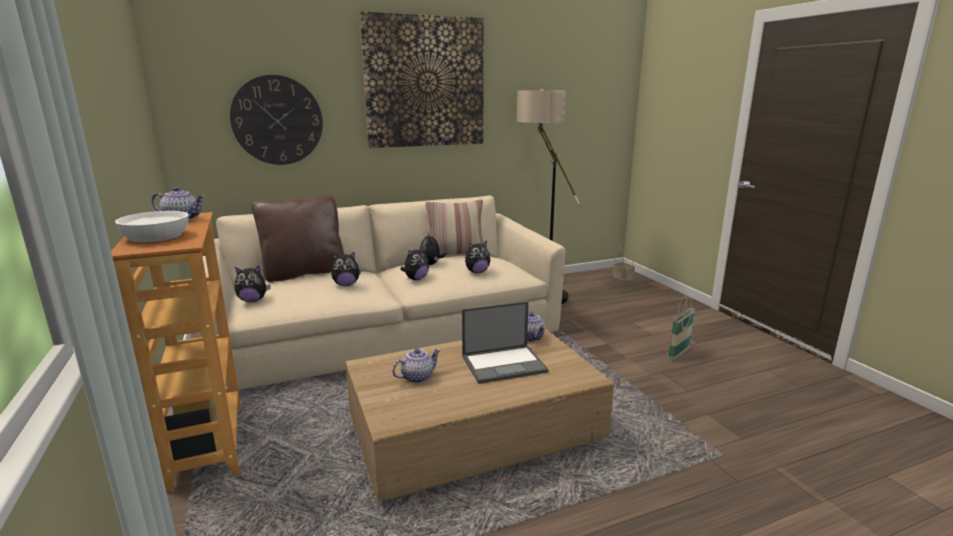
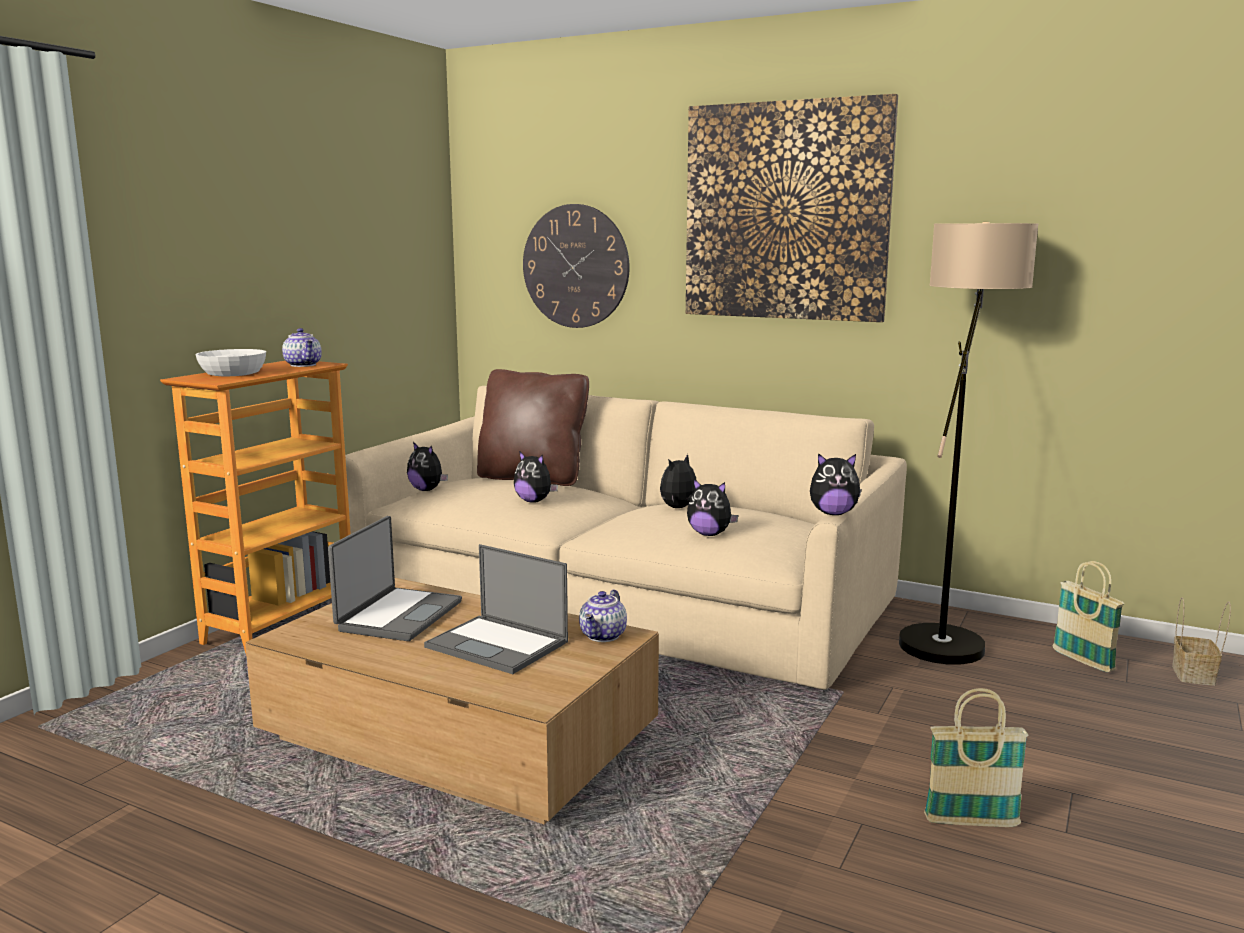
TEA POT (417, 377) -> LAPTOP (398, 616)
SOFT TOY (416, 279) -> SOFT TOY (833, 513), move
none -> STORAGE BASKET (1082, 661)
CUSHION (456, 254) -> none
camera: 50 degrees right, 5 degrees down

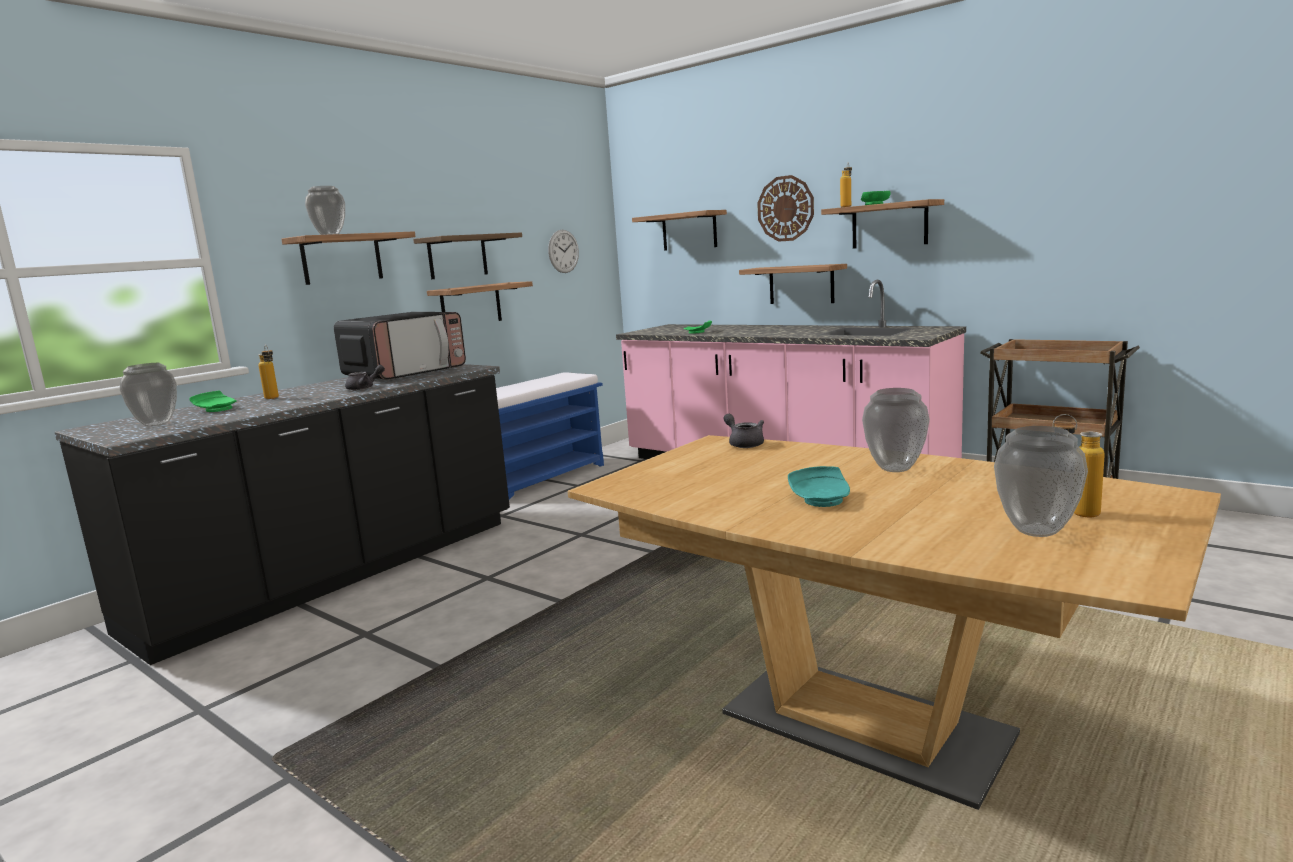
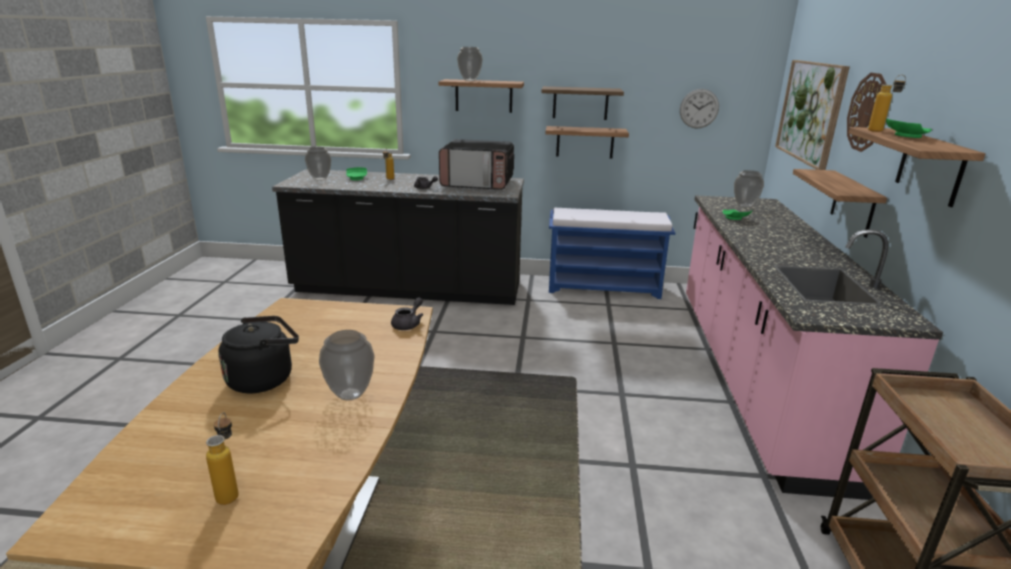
TURQUOISE-COLOURED PLATE (822, 499) -> BLACKISH WATER KETTLE (264, 378)
VASE (1037, 530) -> VASE (745, 206), move
BRACKET SHELF (689, 231) -> WALL ART (810, 112)
camera: 55 degrees right, 10 degrees up

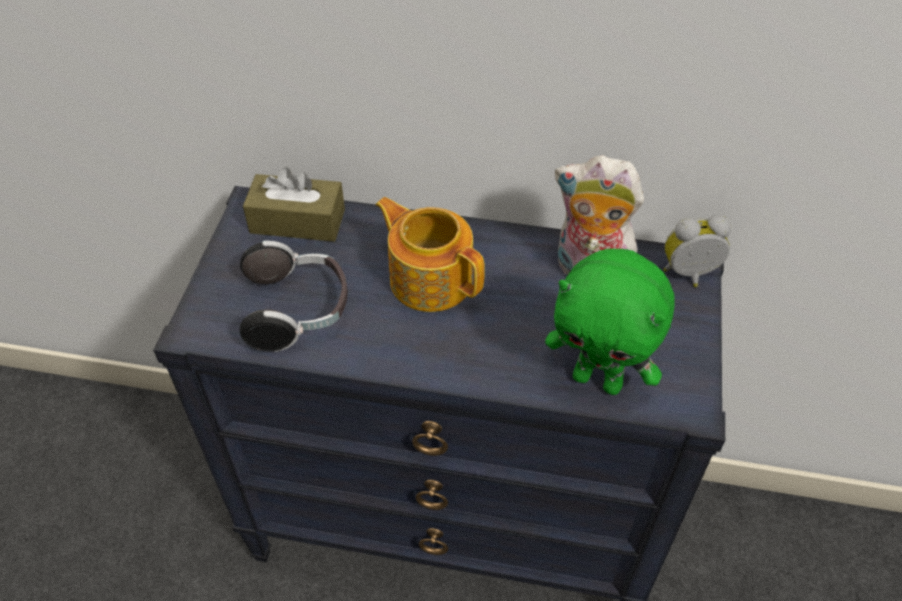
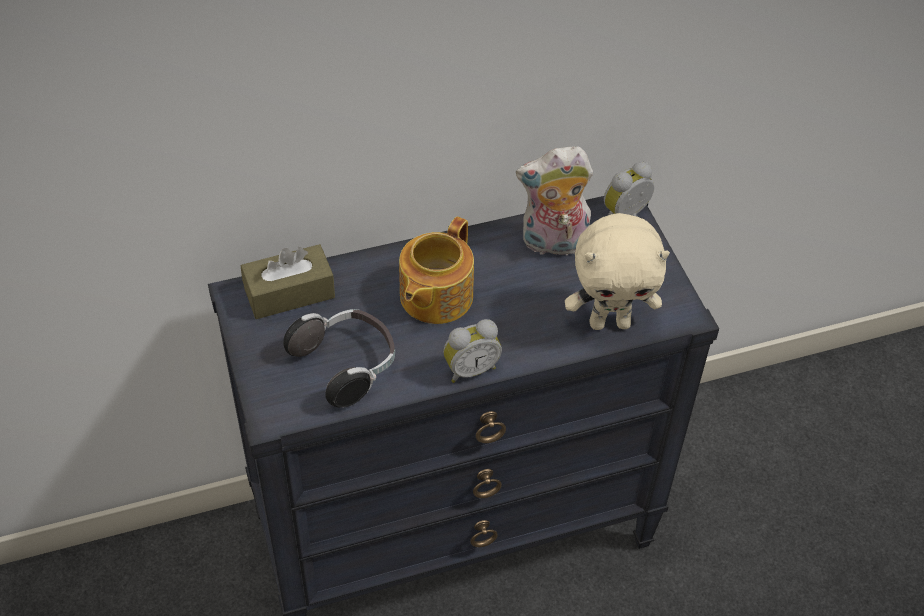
TEA POT (430, 278) -> TEA POT (434, 297), 75 degrees counterclockwise
none -> TABLE CLOCK (470, 369)
GREEN-COLOURED SOFT TOY (598, 380) -> SAND-COLOURED SOFT TOY (610, 322)
camera: 30 degrees left, 0 degrees up

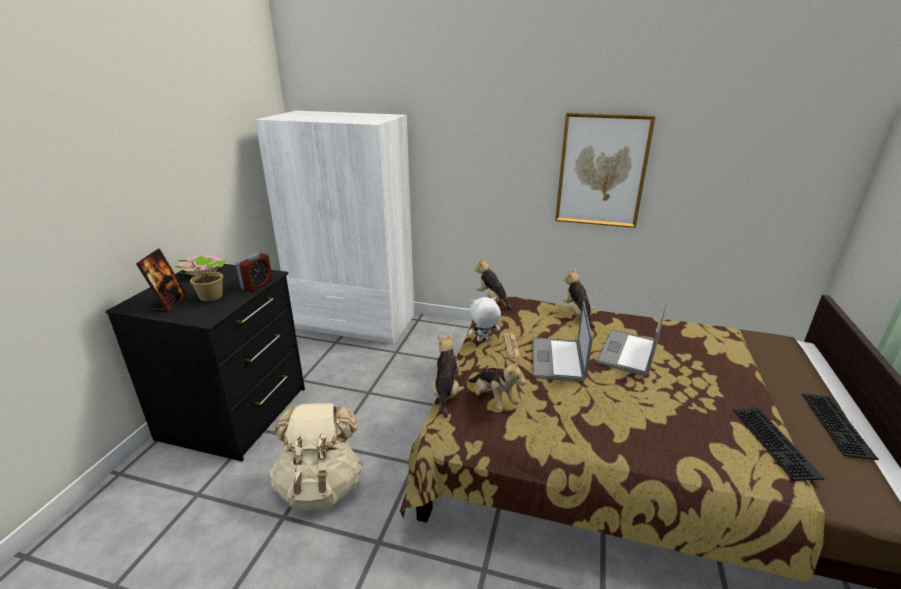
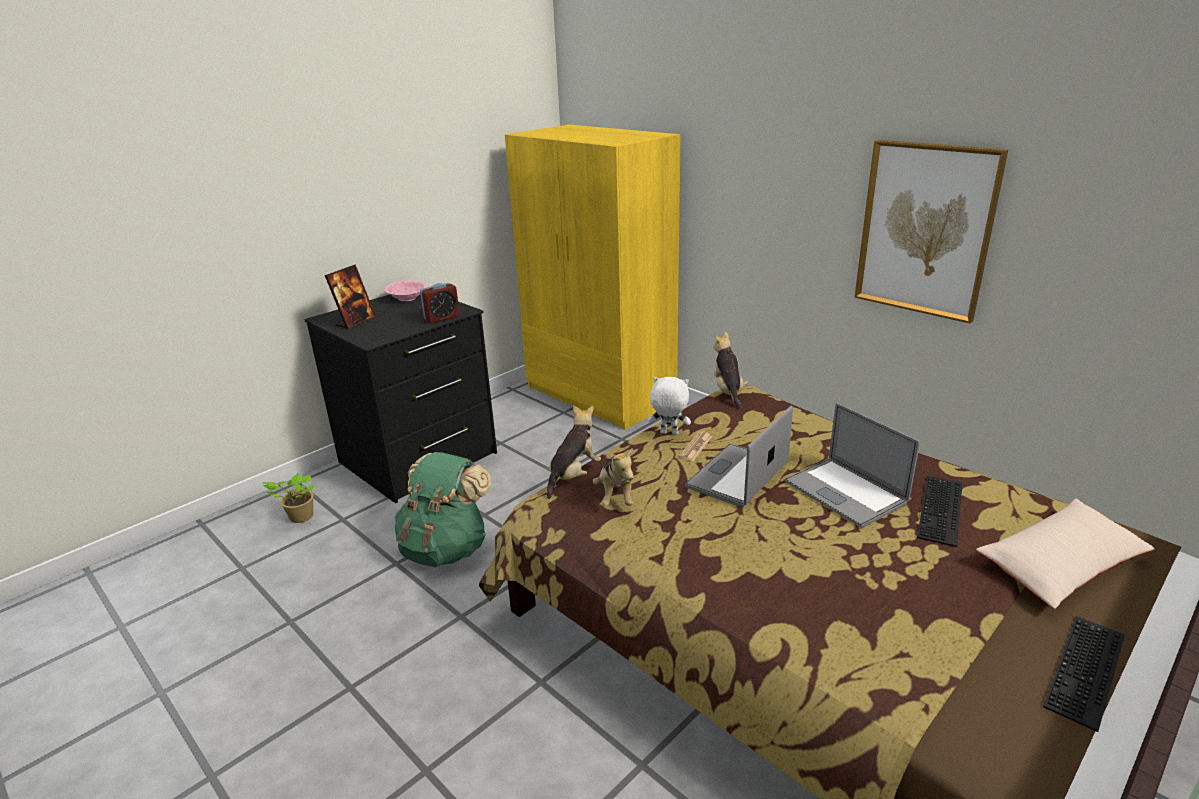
HOUSEPLANT (210, 298) -> HOUSEPLANT (299, 517), move
SAND-COLOURED KNAPSACK (320, 486) -> GREEN-COLOURED KNAPSACK (446, 548)
WHITE CLOTHES CUPBOARD (354, 322) -> YELLOW-COLOURED CLOTHES CUPBOARD (599, 395)
LAPTOP (628, 352) -> LAPTOP (845, 492), 90 degrees counterclockwise
KEYBOARD (776, 442) -> KEYBOARD (943, 510), move
none -> SAND-COLOURED CUSHION (1060, 565)
SOFT TOY (577, 314) -> none
camera: 30 degrees right, 0 degrees up

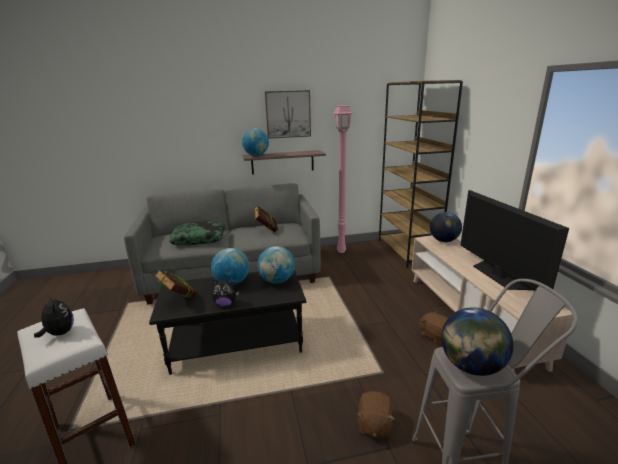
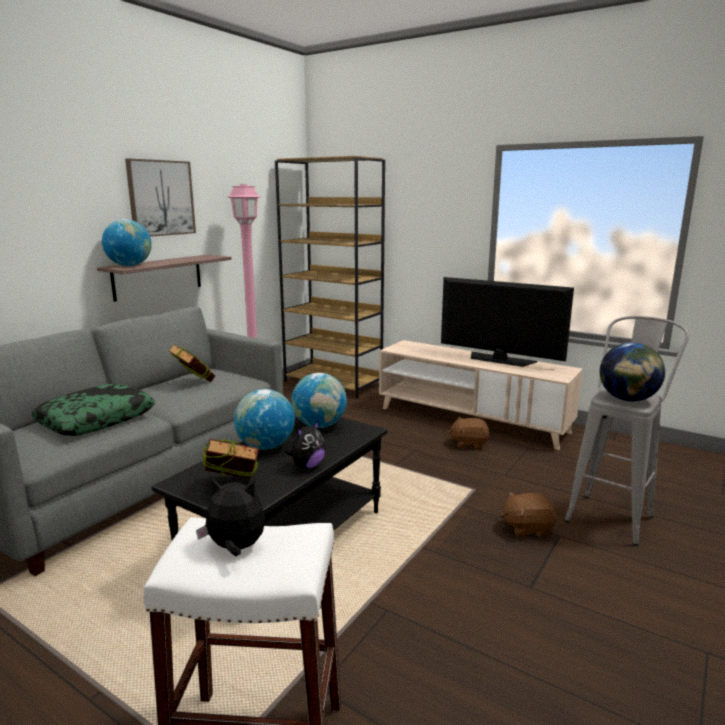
BROWNISH SOFT TOY (374, 425) -> BROWNISH SOFT TOY (527, 528), 120 degrees clockwise
DESK GLOBE (444, 240) -> none
camera: 45 degrees left, 5 degrees down

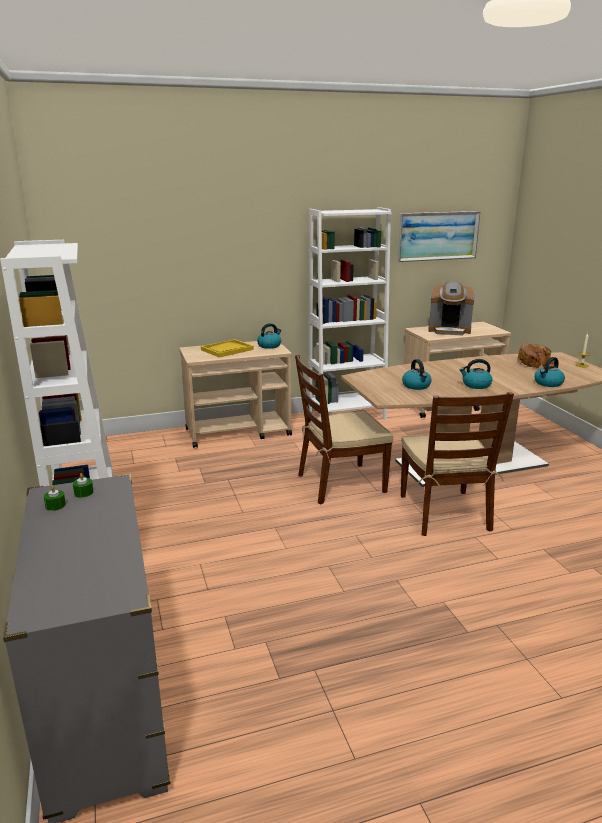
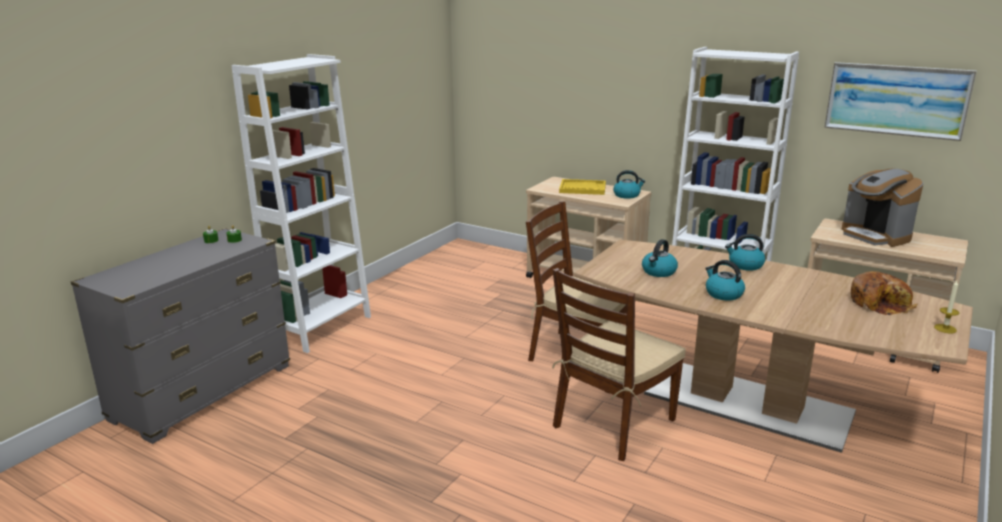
WATER KETTLE (548, 383) -> WATER KETTLE (745, 265), move
camera: 50 degrees right, 0 degrees up

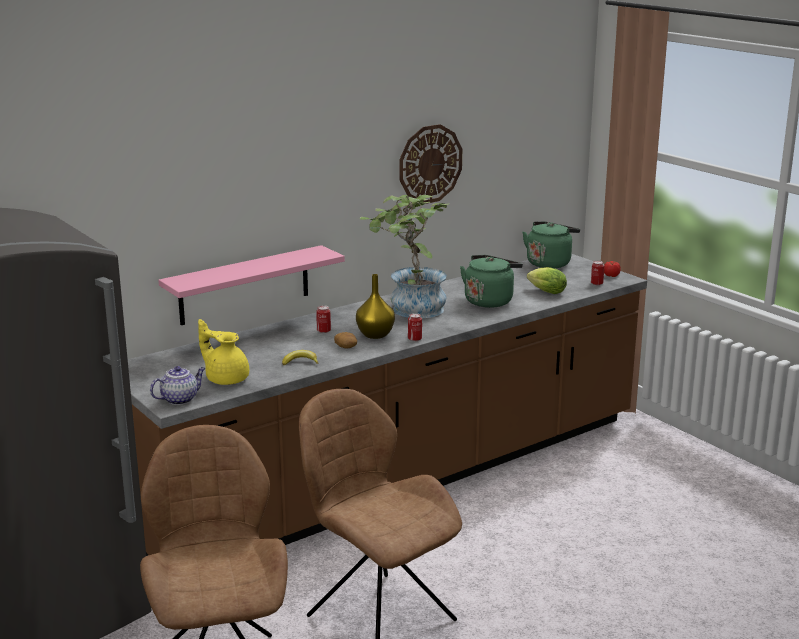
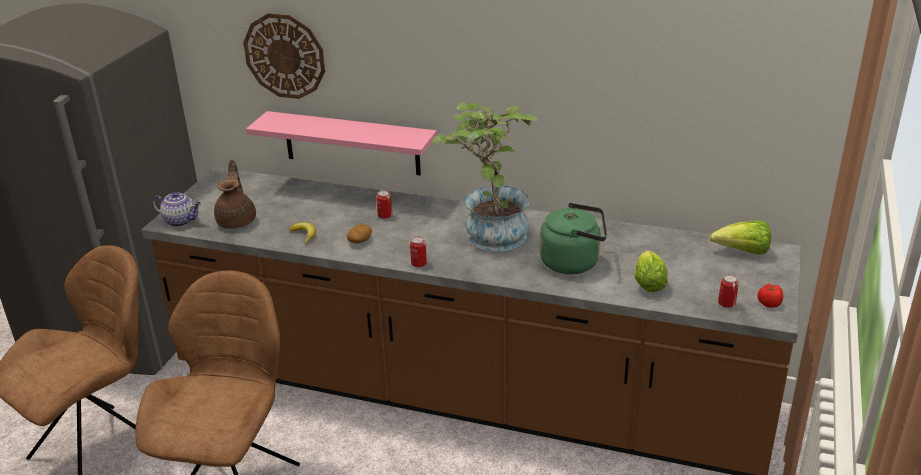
YELLOW-COLOURED TEA POT (226, 378) -> BROWNISH TEA POT (237, 220)
CLOCK ON THE WALL (430, 164) -> CLOCK ON THE WALL (284, 56), move
GREEN-COLOURED WATER KETTLE (549, 263) -> LETTUCE HEAD (742, 252)
YELLOW-COLOURED VASE (374, 335) -> none
camera: 55 degrees right, 10 degrees up

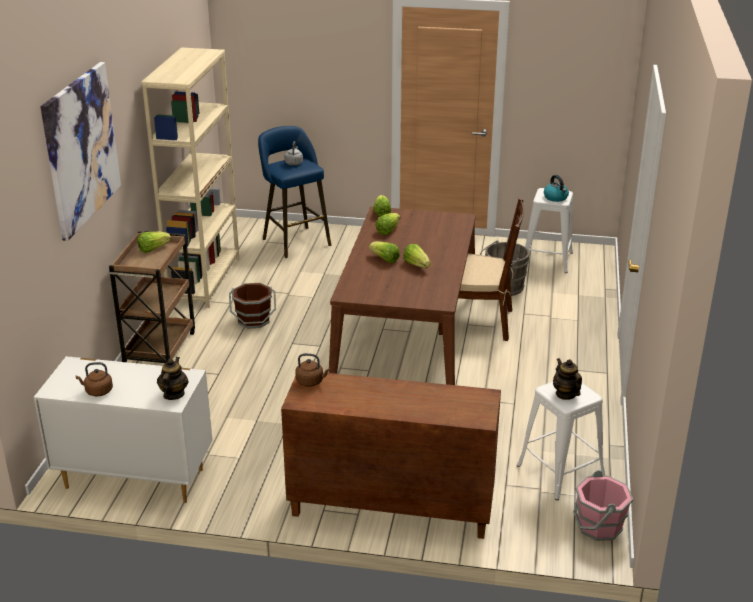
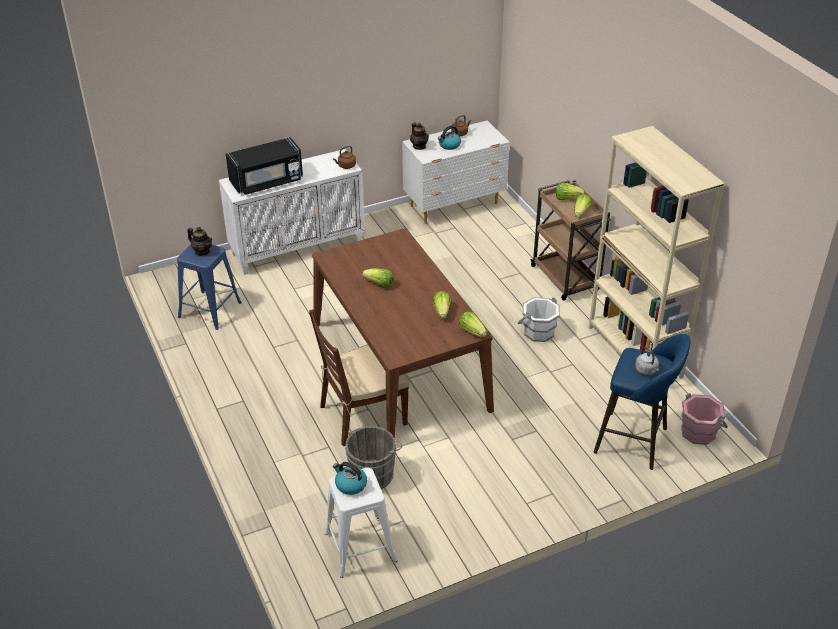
WHITE SITTING STOOL (560, 472) -> BLUE SITTING STOOL (210, 310)
BROWNISH CABINET (390, 508) -> WHITE CABINET (298, 247)
none -> BLACKISH MICROWAVE OVEN (267, 182)
none -> WATER KETTLE (449, 145)
BROWNISH WATER BUCKET (254, 320) -> WHITE WATER BUCKET (538, 331)
LETTUCE HEAD (384, 259) -> LETTUCE HEAD (567, 198), move
PINK-COLOURED WATER BUCKET (598, 526) -> PINK-COLOURED WATER BUCKET (698, 432), move
WALL ART (81, 149) -> none
camera: 145 degrees right, 10 degrees up

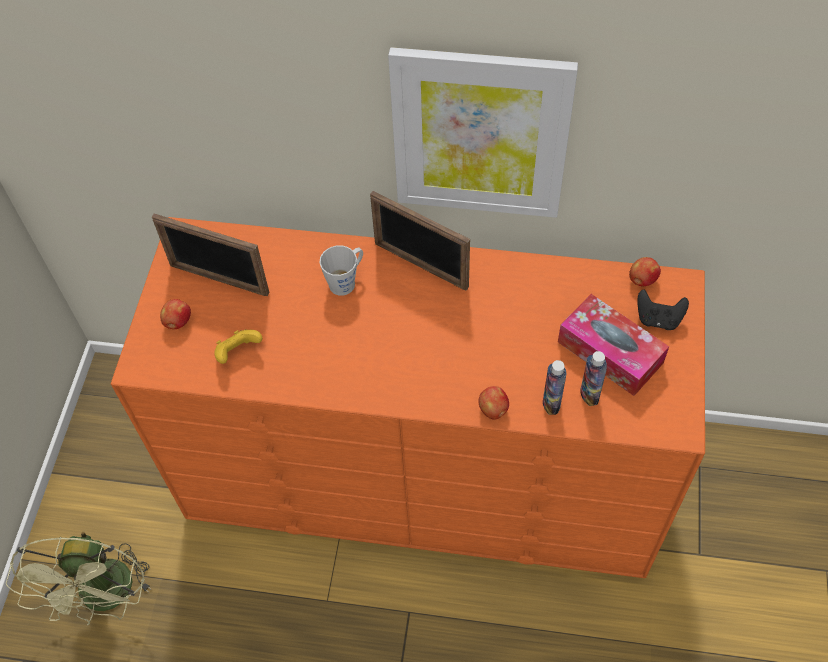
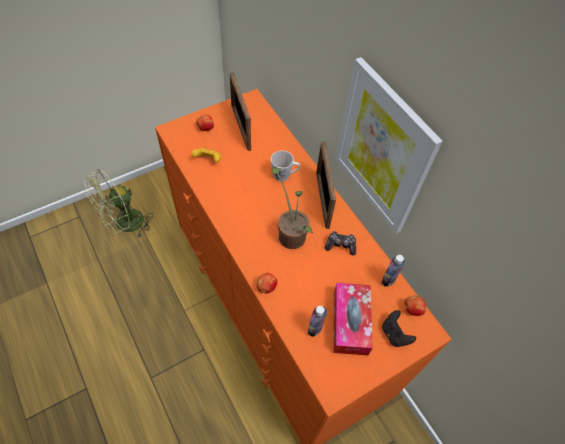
none -> HOUSEPLANT (290, 233)
none -> JOYPAD (340, 245)
BEVERAGE BOTTLE (551, 403) -> BEVERAGE BOTTLE (388, 280), move
camera: 45 degrees right, 0 degrees up

